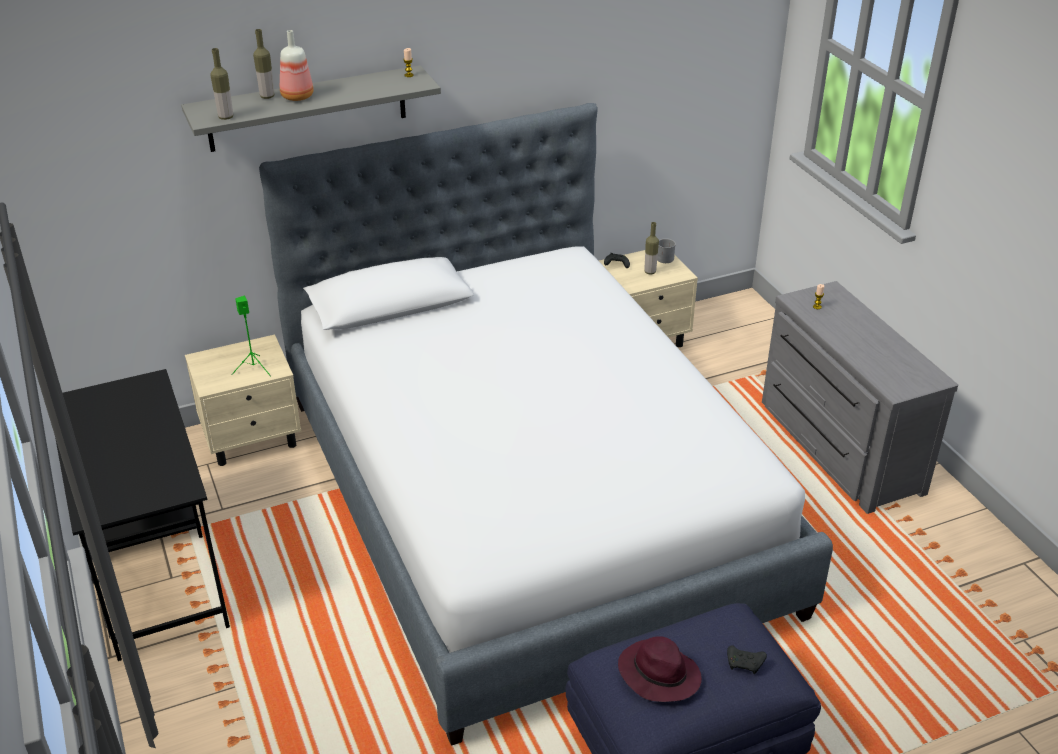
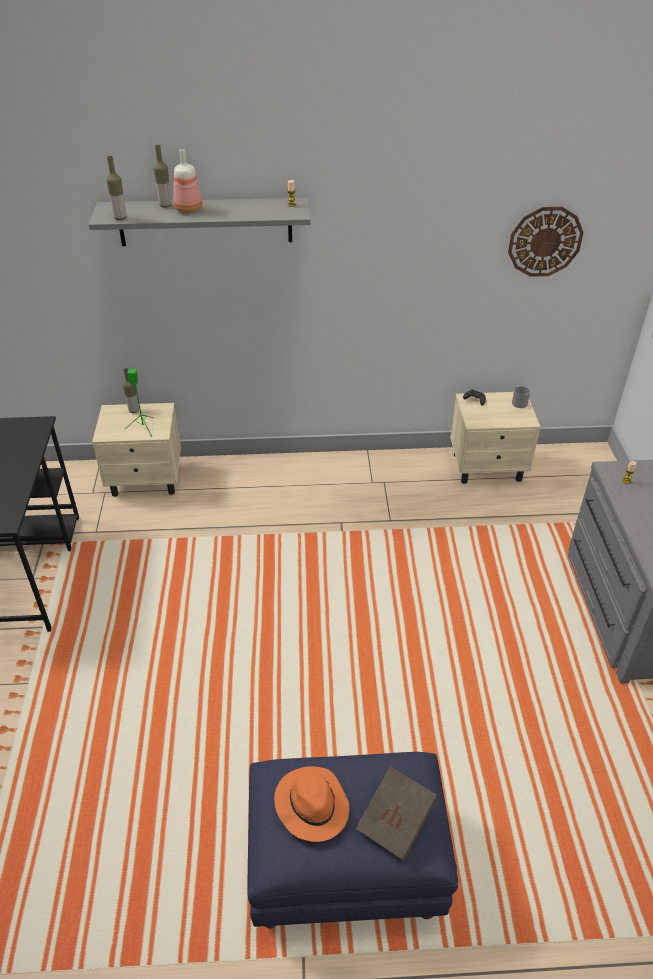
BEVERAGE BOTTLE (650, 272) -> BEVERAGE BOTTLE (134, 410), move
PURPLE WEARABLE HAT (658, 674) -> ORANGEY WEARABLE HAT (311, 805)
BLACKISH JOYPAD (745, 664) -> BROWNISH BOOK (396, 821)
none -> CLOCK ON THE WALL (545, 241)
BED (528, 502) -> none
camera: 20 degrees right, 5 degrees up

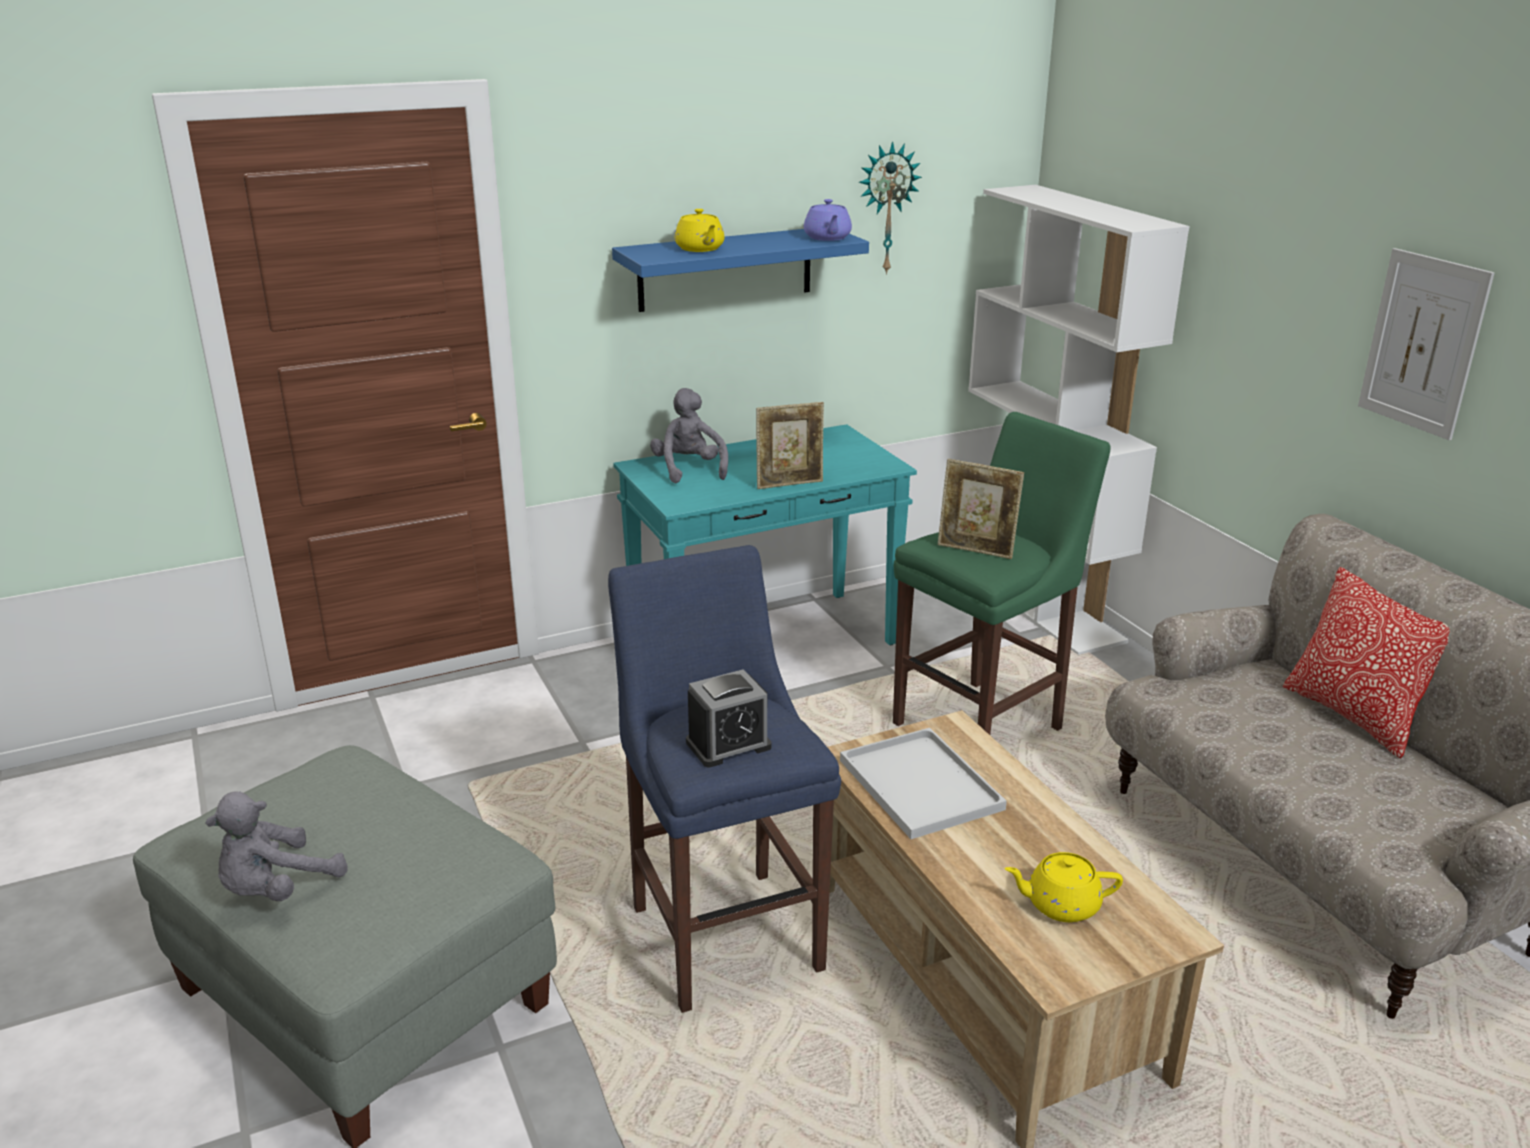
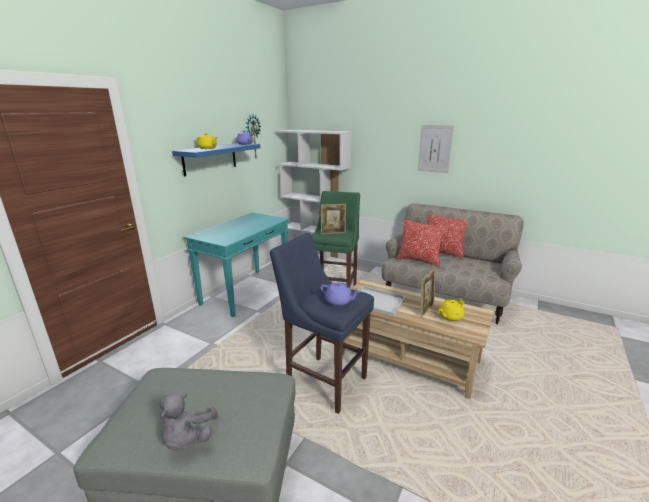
TABLE CLOCK (728, 745) -> PURPLE TEA POT (339, 302)
none -> CUSHION (419, 260)
PICTURE FRAME (789, 484) -> PICTURE FRAME (426, 309), move
GREY SOFT TOY (689, 470) -> none
camera: 35 degrees left, 5 degrees down

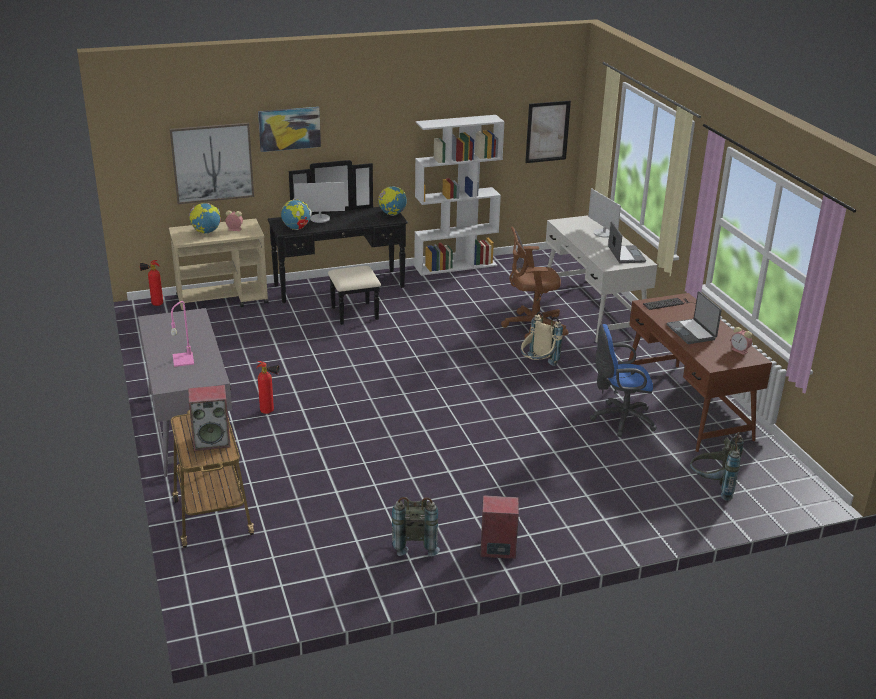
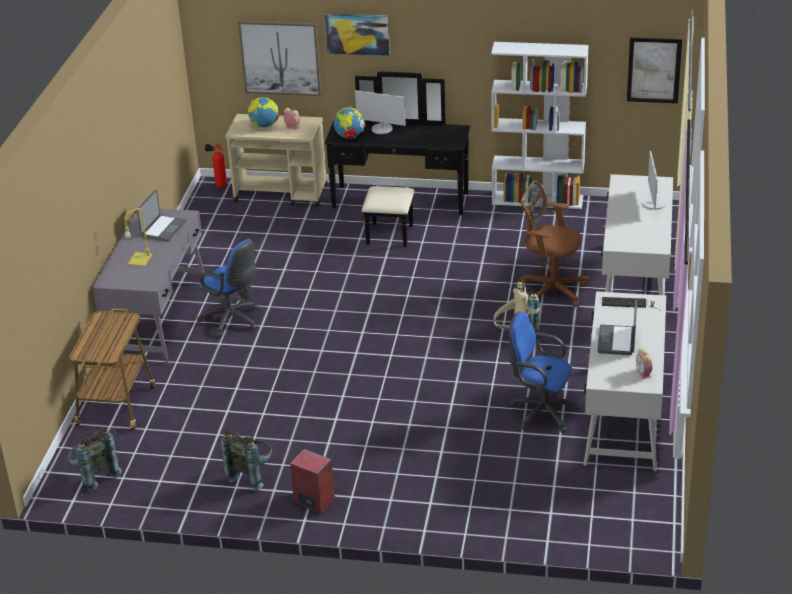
GREY KNAPSACK (712, 488) -> GREY KNAPSACK (94, 475), move
PINK-COLOURED TABLETOP LAMP (183, 359) -> YELLOW-COLOURED TABLETOP LAMP (140, 259)
LAPTOP (625, 255) -> LAPTOP (163, 229), move
EXTINGUISHER (270, 412) -> BLUE OFFICE CHAIR (233, 321)
BROWNISH DESK UNIT (686, 406) -> WHITE DESK UNIT (623, 416)
LOUDSPEAKER (212, 441) -> none
DESK GLOBE (392, 214) -> none
camera: 30 degrees right, 5 degrees up

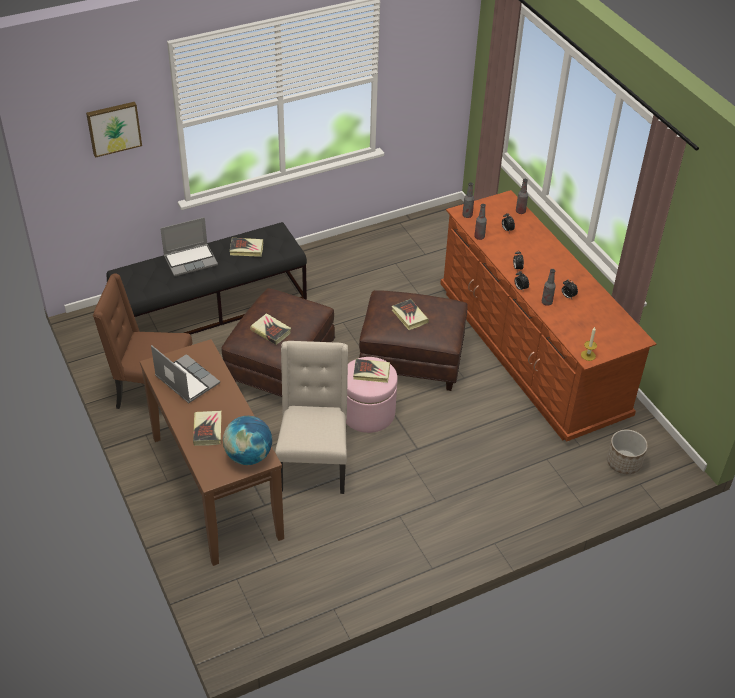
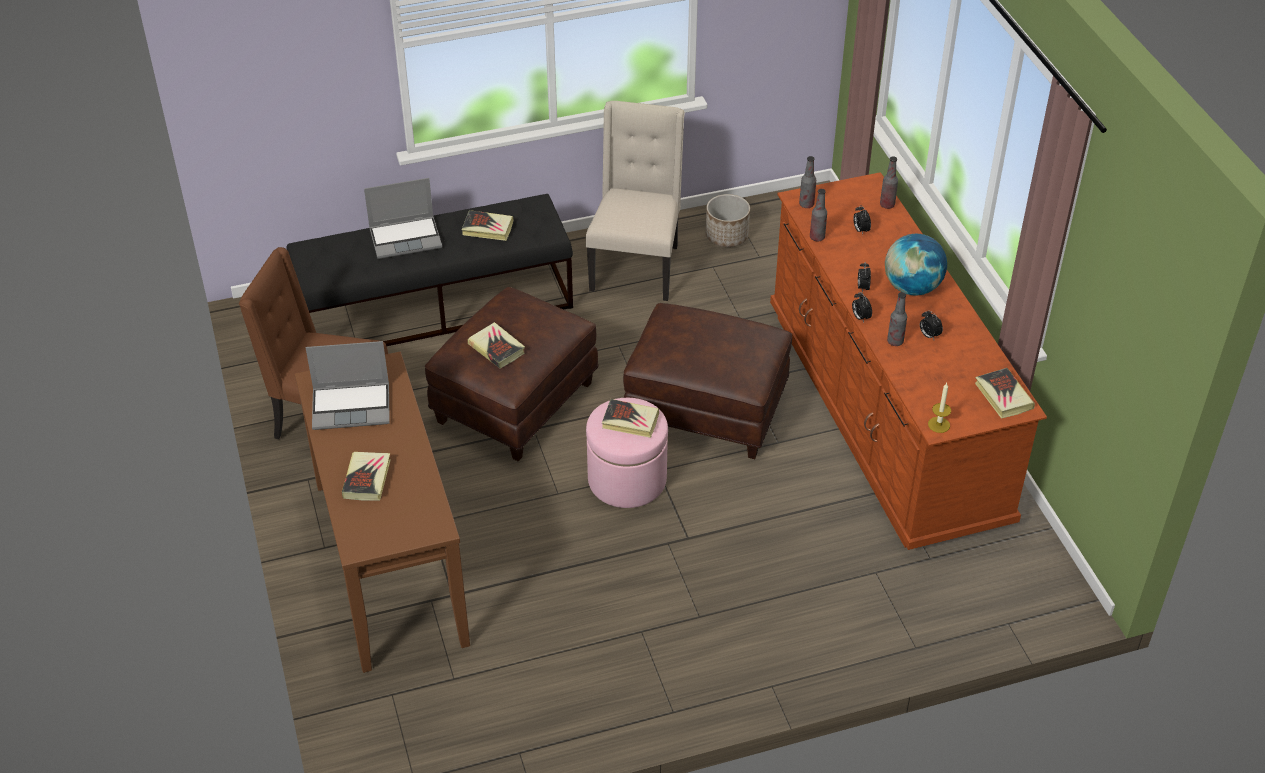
LAPTOP (186, 380) -> LAPTOP (352, 406), 120 degrees clockwise
SAND-COLOURED UPRIGHT CHAIR (313, 464) -> SAND-COLOURED UPRIGHT CHAIR (636, 267), move
PLANT POT (623, 462) -> PLANT POT (726, 236), move
DESK GLOBE (248, 456) -> DESK GLOBE (912, 287), move
BOOK (409, 316) -> BOOK (1003, 396), move
WALL ART (113, 128) -> none
camera: 10 degrees right, 0 degrees up

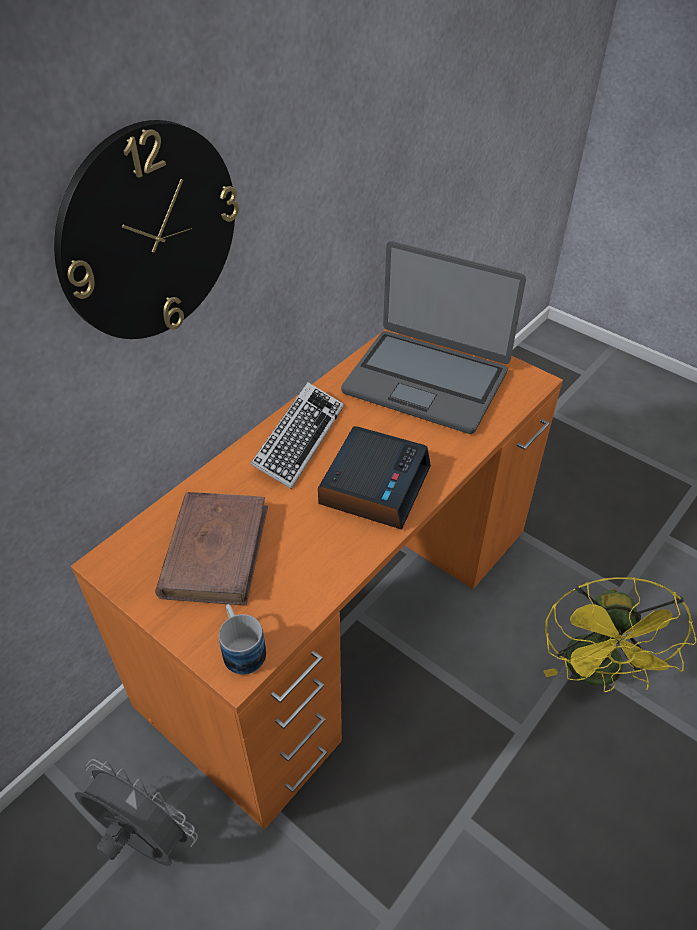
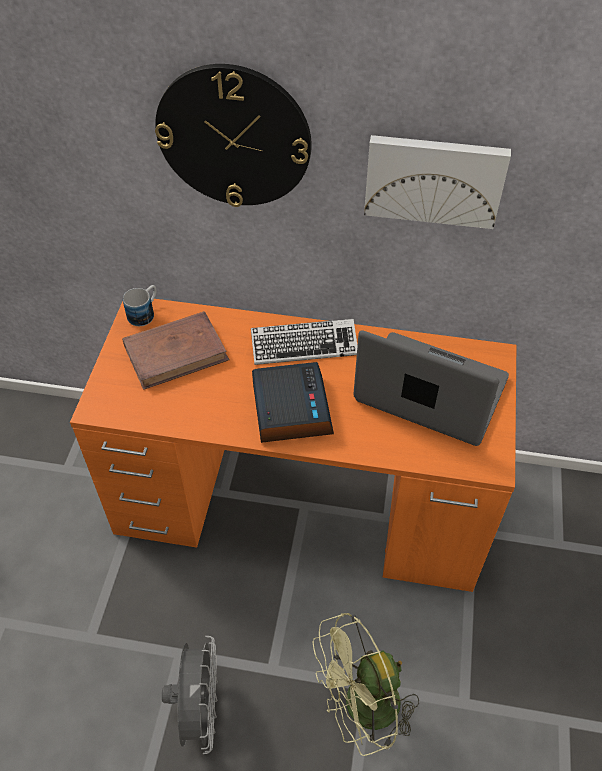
MUG (241, 648) -> MUG (145, 313), move
GREY ELECTRIC FAN (142, 840) -> GREY ELECTRIC FAN (199, 709), move
TABLE CLOCK (374, 485) -> TABLE CLOCK (290, 408), 90 degrees counterclockwise
YELLOW-COLOURED ELECTRIC FAN (597, 673) -> GREEN-COLOURED ELECTRIC FAN (361, 709)
LAPTOP (426, 380) -> LAPTOP (430, 392), 120 degrees clockwise
none -> WALL ART (434, 179)
camera: 60 degrees right, 5 degrees up

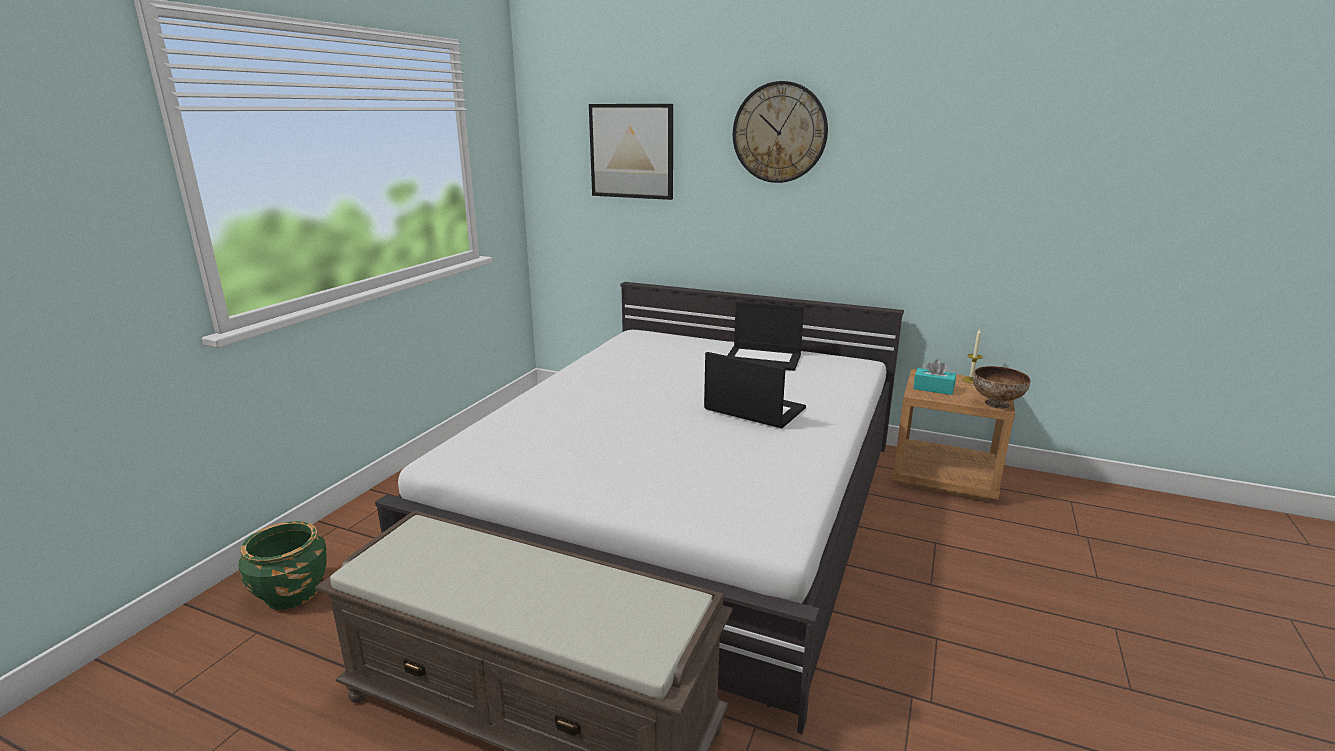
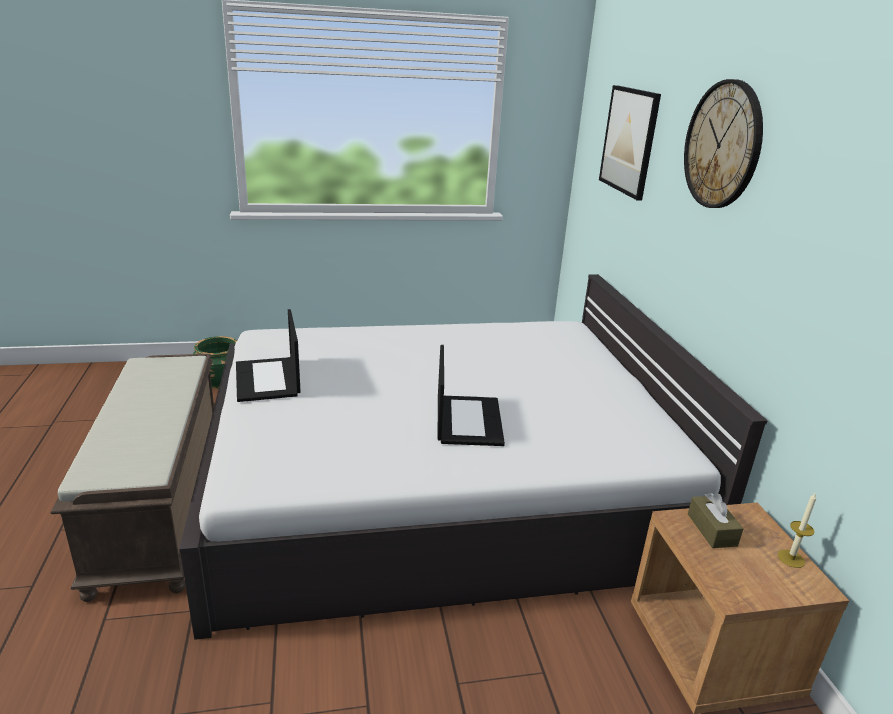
LAPTOP (764, 358) -> LAPTOP (268, 380), move
TURQUOISE-COLOURED TISSUE HOLDER (933, 388) -> BROWNISH TISSUE HOLDER (711, 530)
BOWL (995, 404) -> none
camera: 55 degrees right, 5 degrees up

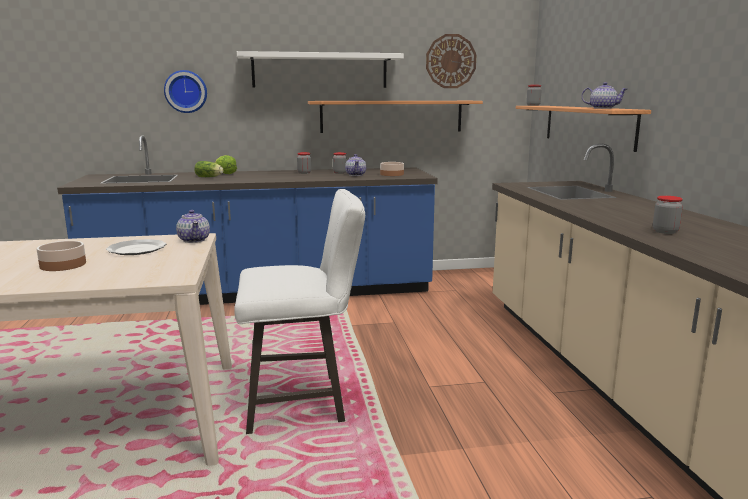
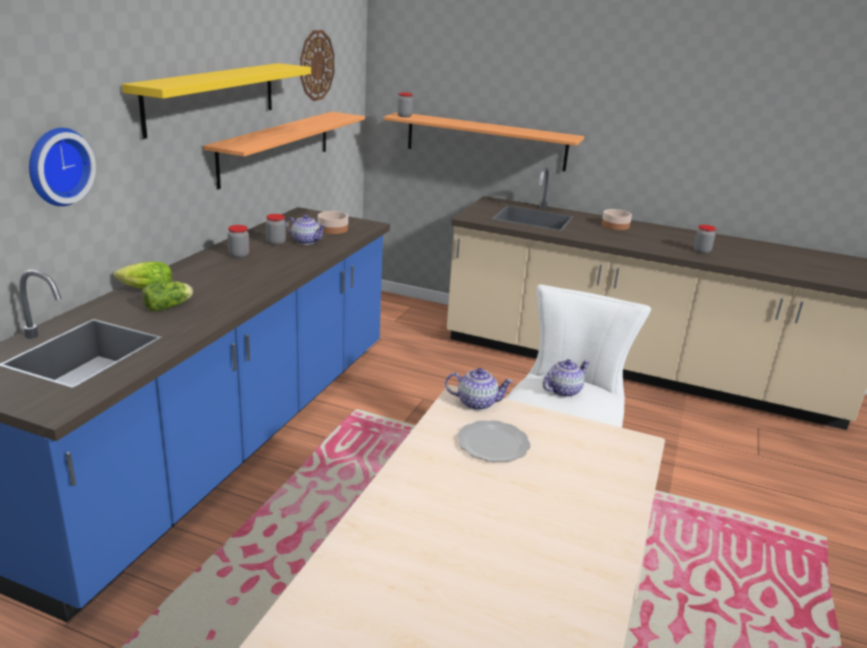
WHITE BRACKET SHELF (320, 70) -> YELLOW-COLOURED BRACKET SHELF (212, 97)
TEA POT (602, 108) -> TEA POT (563, 391), move
BOWL (64, 265) -> BOWL (615, 225), move
camera: 60 degrees left, 10 degrees up

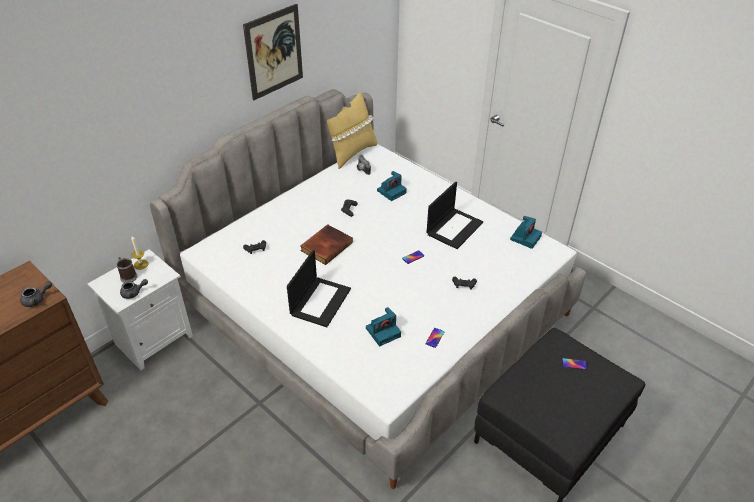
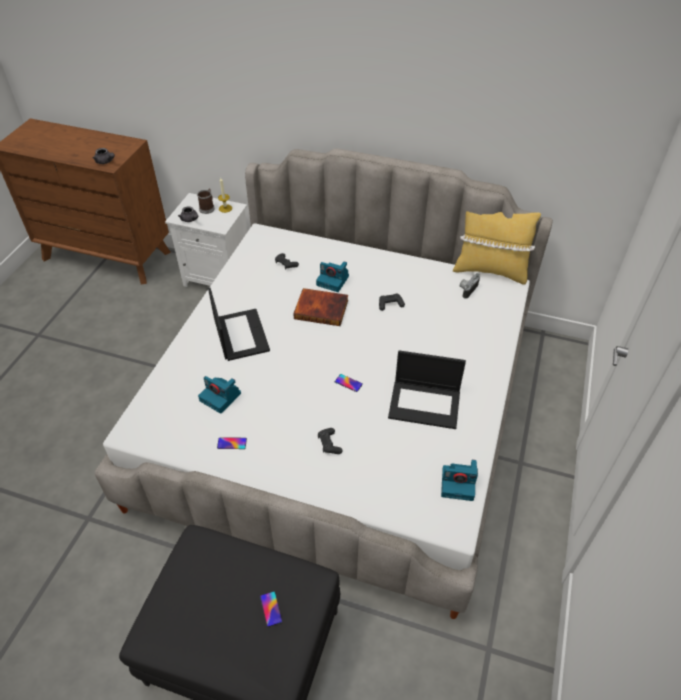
LAPTOP (320, 301) -> LAPTOP (240, 334), 105 degrees counterclockwise
STILL CAMERA (391, 191) -> STILL CAMERA (333, 281), move
WALL ART (274, 52) -> none
camera: 65 degrees right, 5 degrees up

